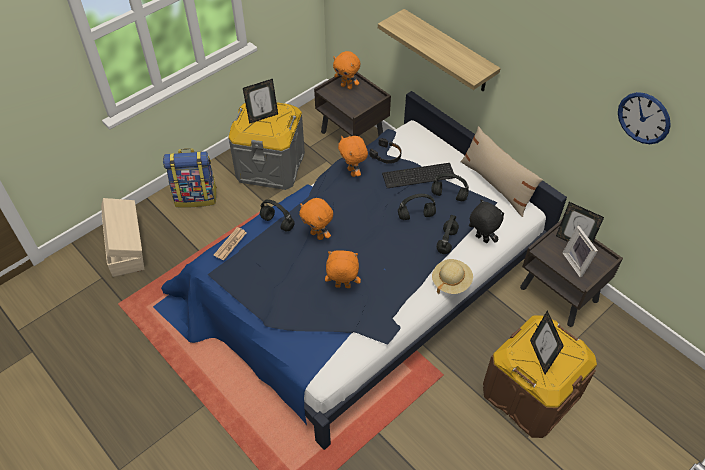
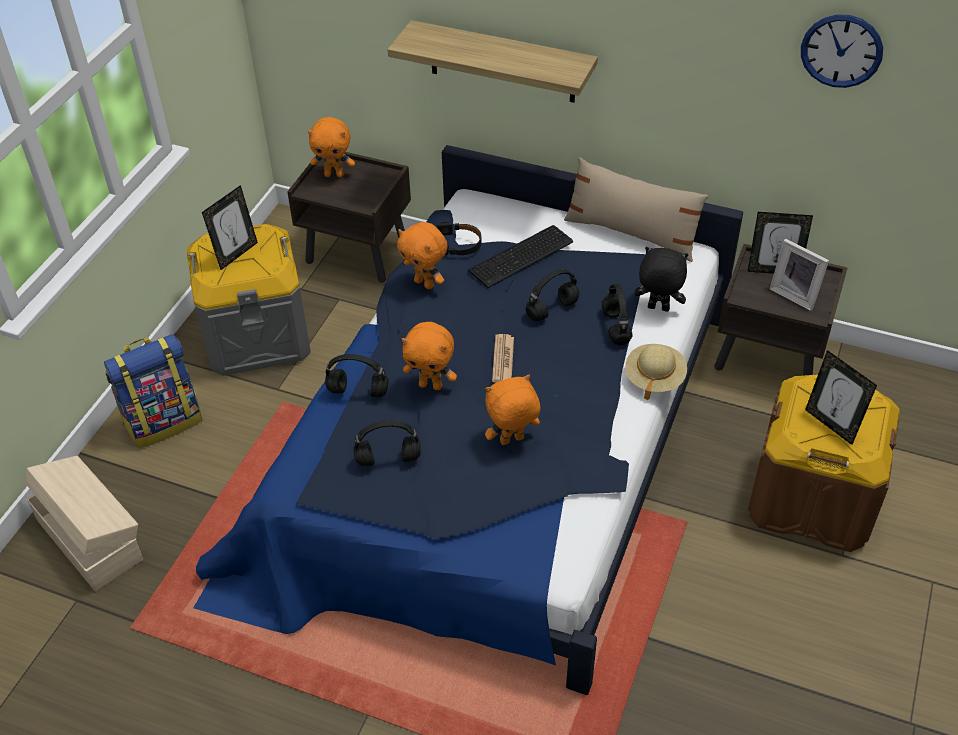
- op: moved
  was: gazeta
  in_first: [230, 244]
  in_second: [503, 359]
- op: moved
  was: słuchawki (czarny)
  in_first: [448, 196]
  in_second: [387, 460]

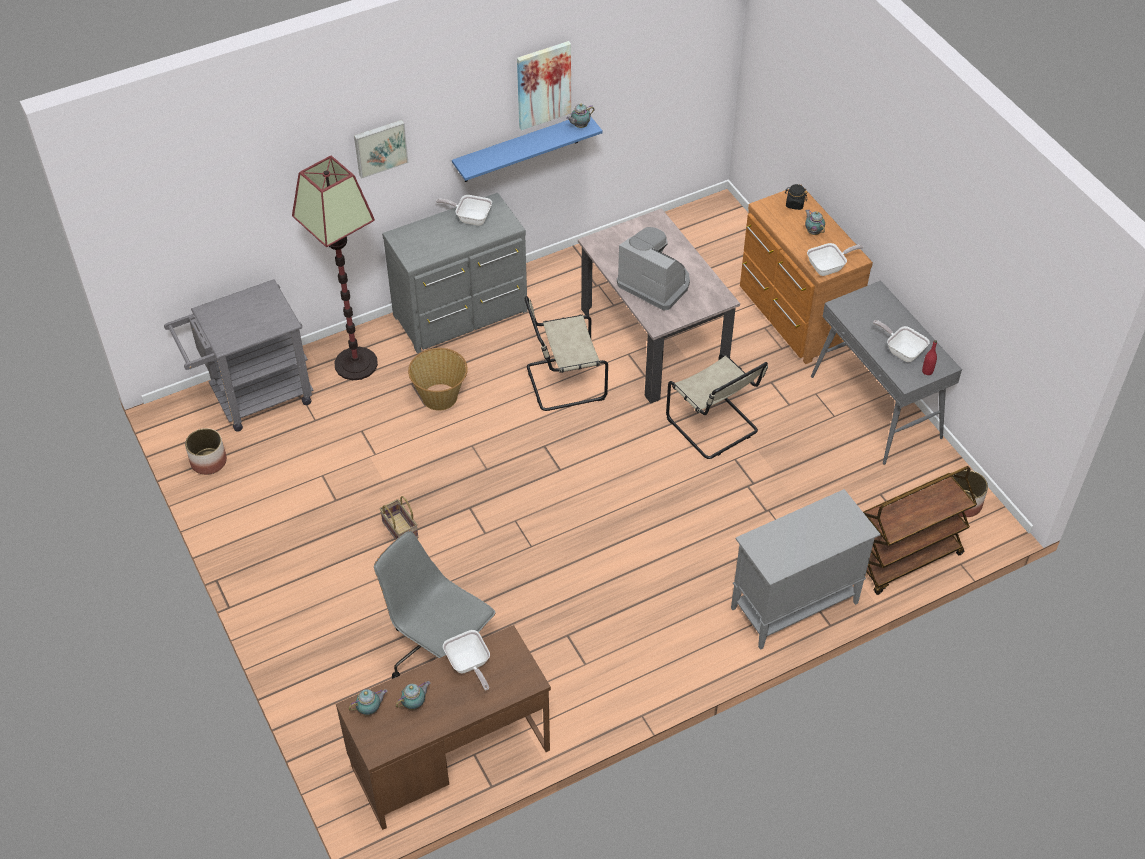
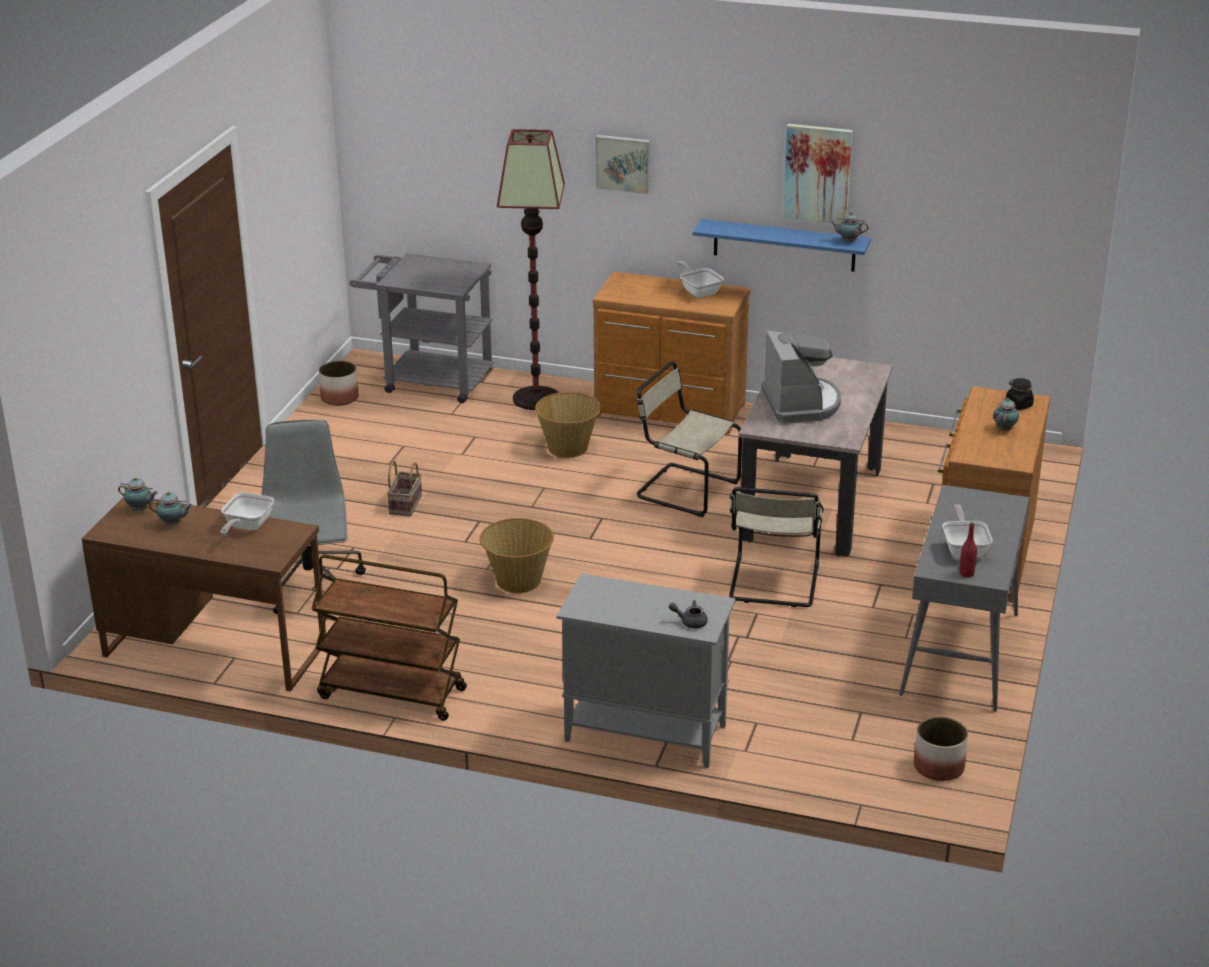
- op: removed
  was: patelnia
  in_first: [829, 267]
- op: added
  now: koszyk
  in_second: [518, 581]
- op: added
  now: imbryk (szary)
  in_second: [690, 622]
- op: moved
  was: wózek (brązowy)
  in_first: [906, 559]
  in_second: [391, 694]
- op: recoloured
  was: komoda (szary)
  now: komoda (brązowy)
  in_first: [462, 315]
  in_second: [670, 411]

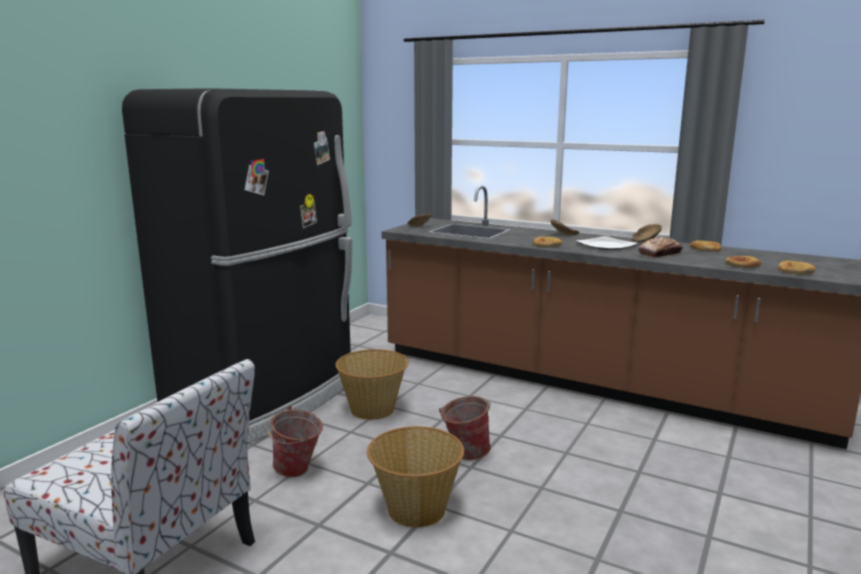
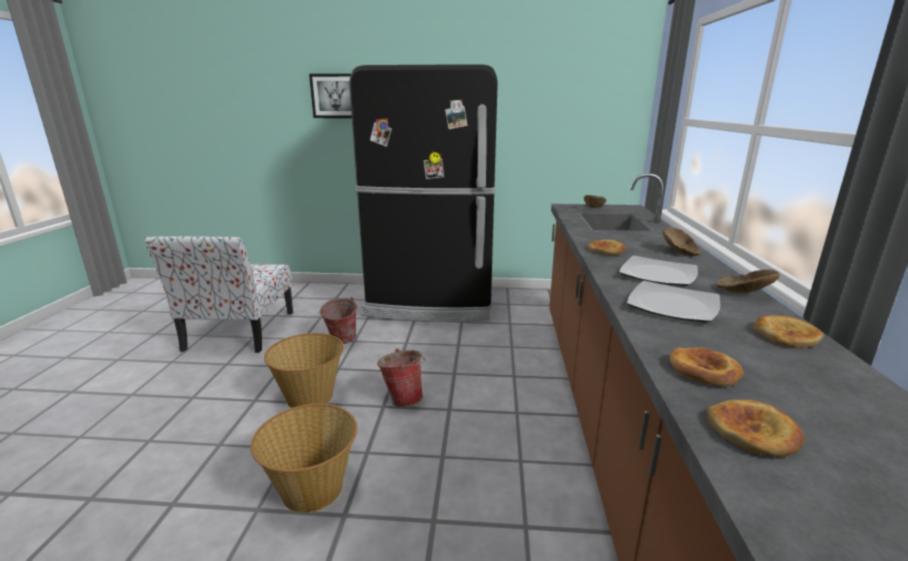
- op: added
  now: obraz
  in_second: [335, 96]
- op: moved
  was: koszyk
  in_first: [373, 409]
  in_second: [313, 490]
- op: replaced
  was: chleb
  now: talerz
  in_first: [660, 253]
  in_second: [671, 305]

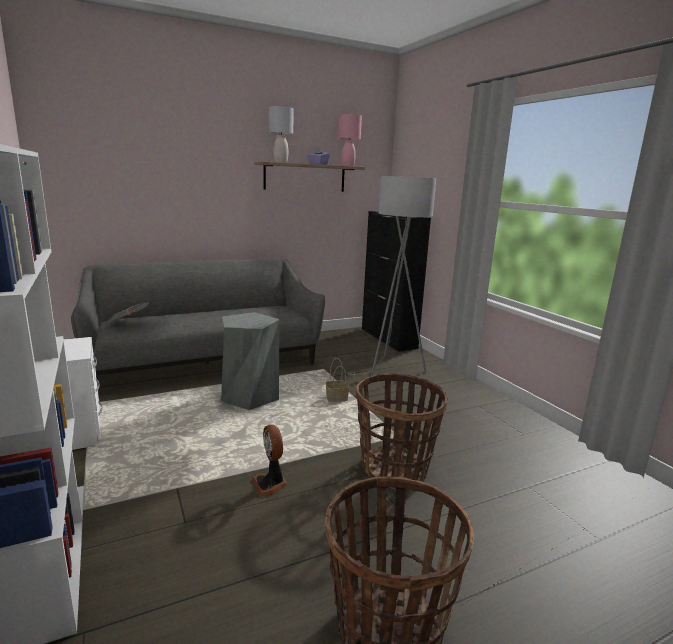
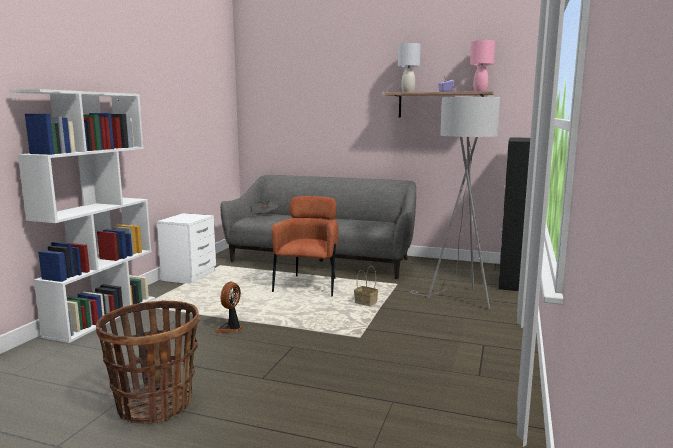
- op: removed
  was: koszyk
  in_first: [394, 469]
- op: replaced
  was: stołek (szary)
  now: fotel (brązowy)
  in_first: [250, 397]
  in_second: [309, 286]

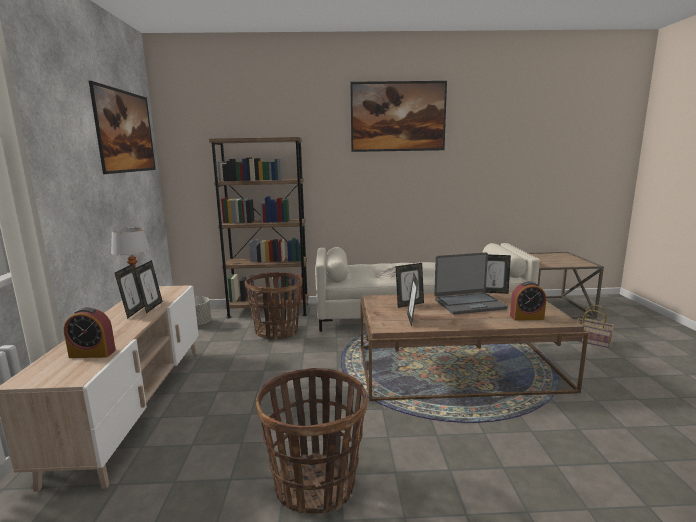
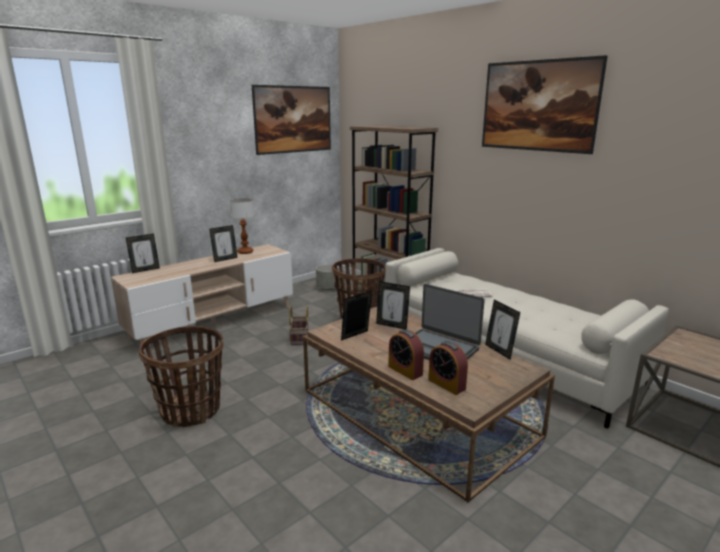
- op: moved
  was: budzik
  in_first: [92, 353]
  in_second: [405, 370]
- op: moved
  was: ramka na zdjęcie
  in_first: [152, 307]
  in_second: [145, 270]
- op: moved
  was: koszyk
  in_first: [593, 341]
  in_second: [300, 338]

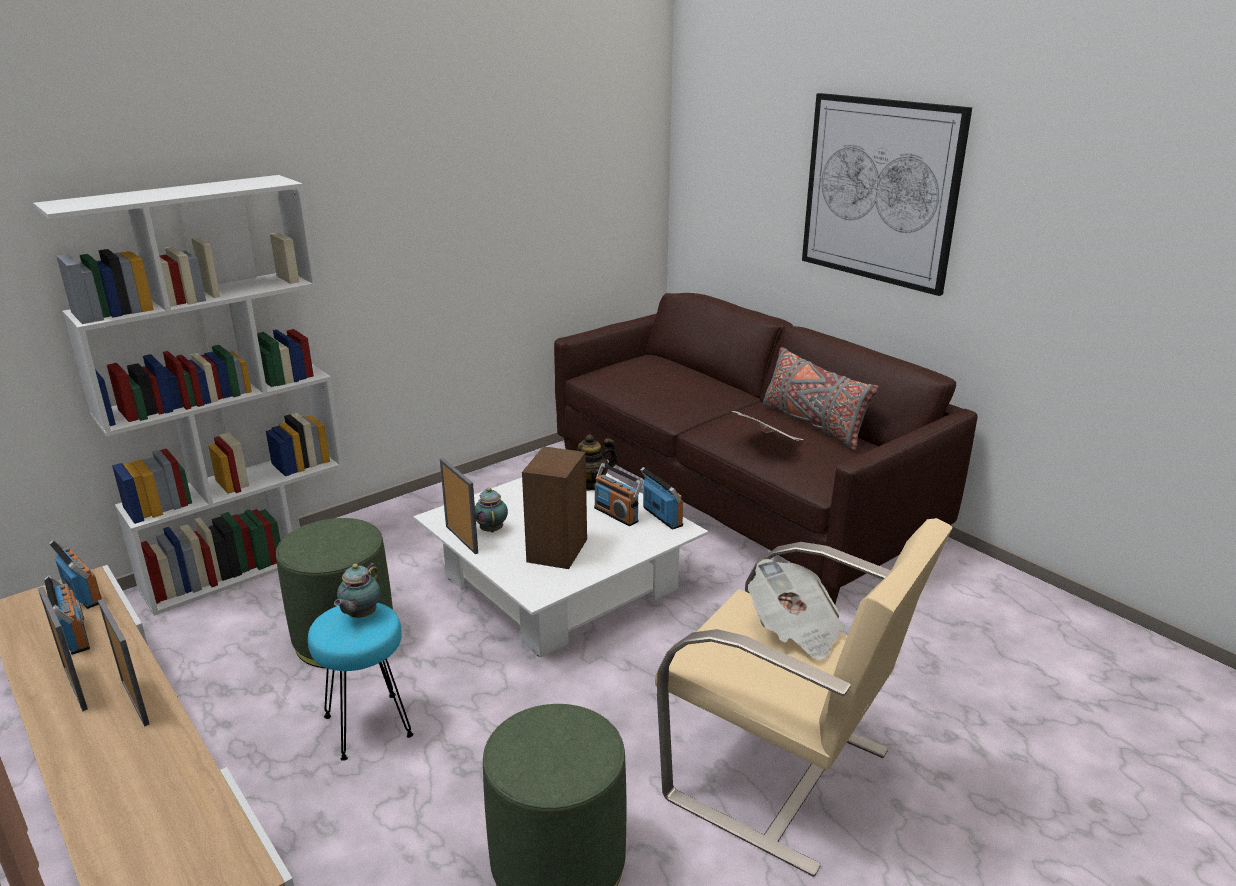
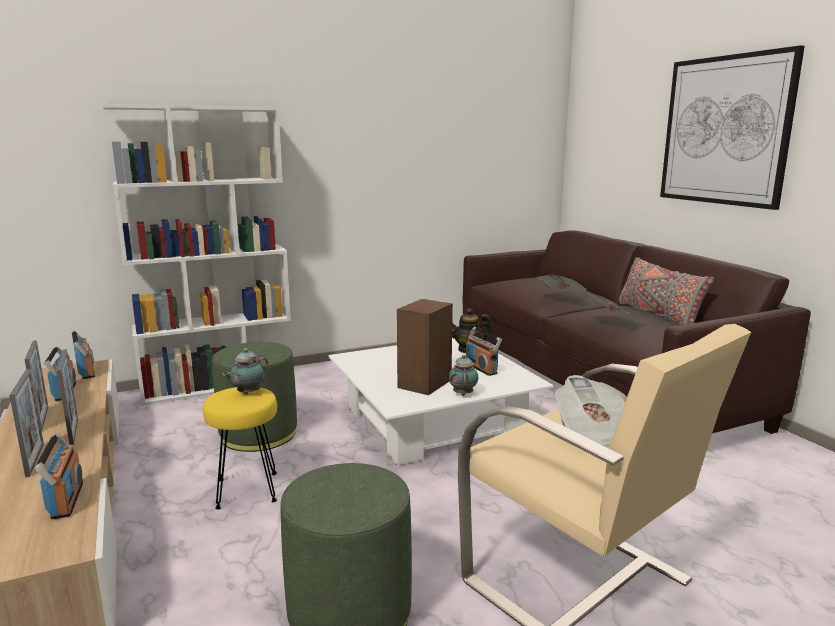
- op: added
  now: gazeta
  in_second: [562, 299]
- op: moved
  was: ramka na zdjęcie
  in_first: [461, 539]
  in_second: [35, 459]
- op: moved
  was: imbryk
  in_first: [491, 529]
  in_second: [463, 393]
- op: moved
  was: radio
  in_first: [662, 517]
  in_second: [66, 500]
- op: recoloured
  was: stołek (turkusowy)
  now: stołek (żółty)
  in_first: [368, 725]
  in_second: [247, 489]

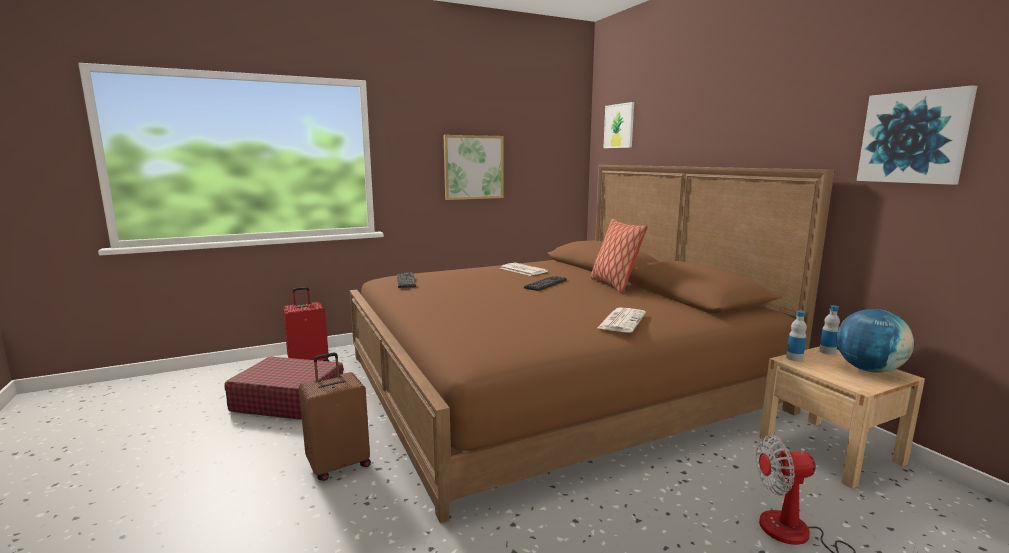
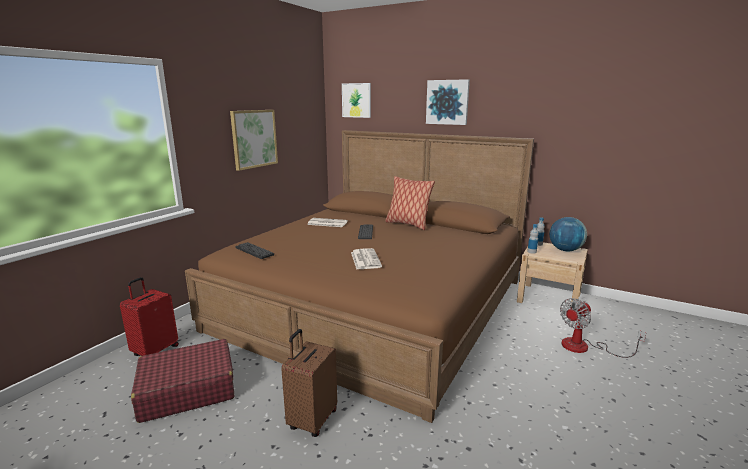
- op: moved
  was: gazeta
  in_first: [621, 320]
  in_second: [365, 259]
- op: moved
  was: obraz
  in_first: [913, 137]
  in_second: [447, 102]

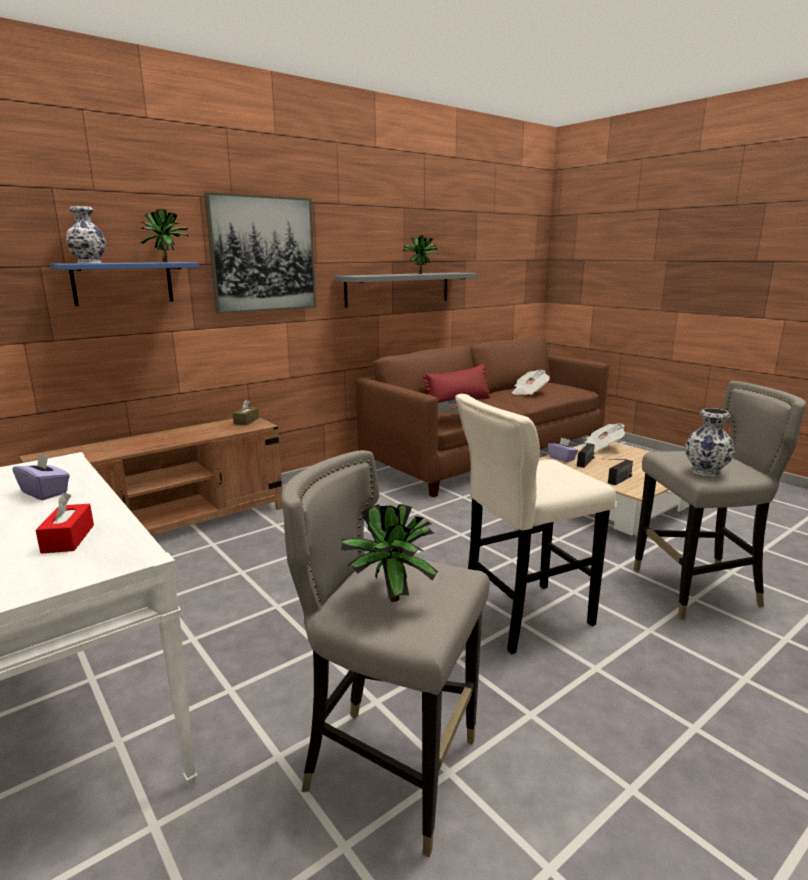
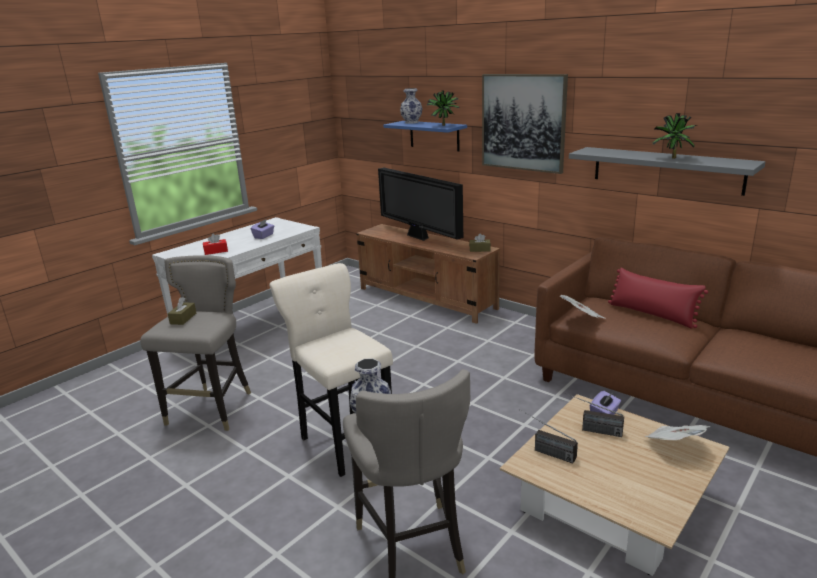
- op: removed
  was: gazeta
  in_first: [529, 392]
- op: added
  now: telewizor
  in_second: [419, 237]
- op: replaced
  was: roślina doniczkowa
  now: pudełko chusteczek (brązowy)
  in_first: [387, 598]
  in_second: [183, 318]

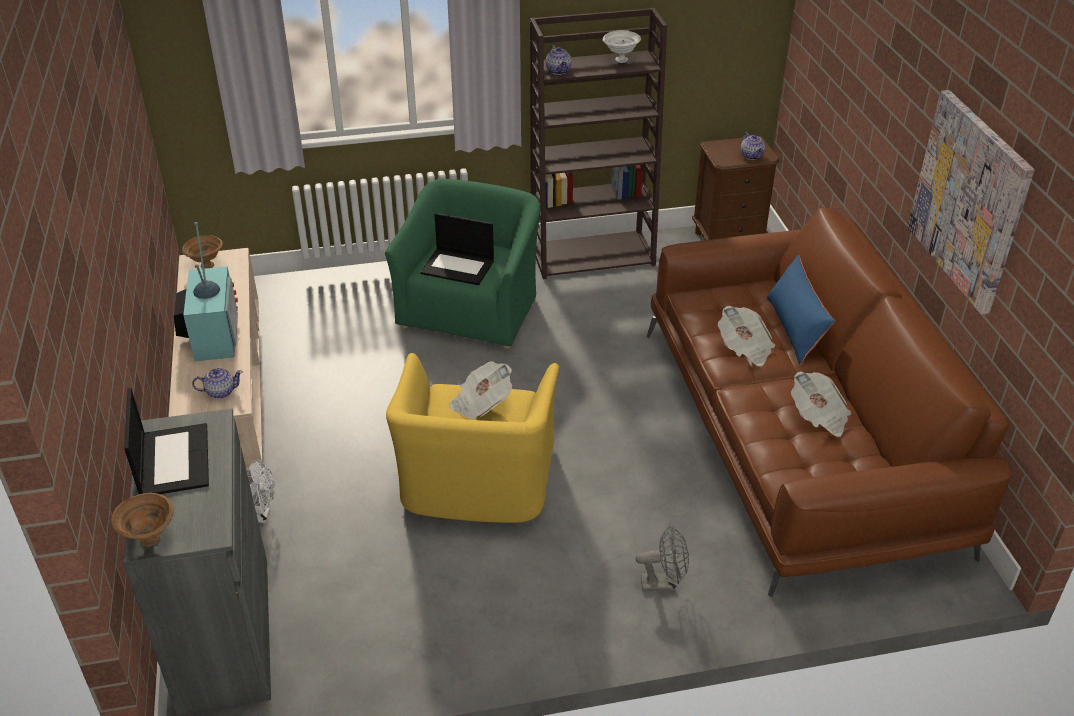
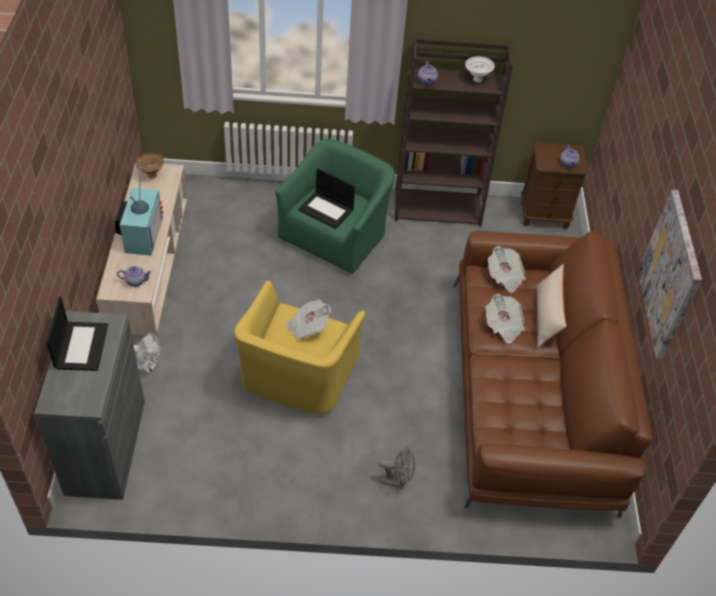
- op: removed
  was: miska (brązowy)
  in_first: [151, 540]
- op: moved
  was: gazeta
  in_first: [818, 416]
  in_second: [504, 277]
- op: recoloured
  was: poduszka (niebieski)
  now: poduszka (beżowy)
  in_first: [795, 328]
  in_second: [546, 317]

